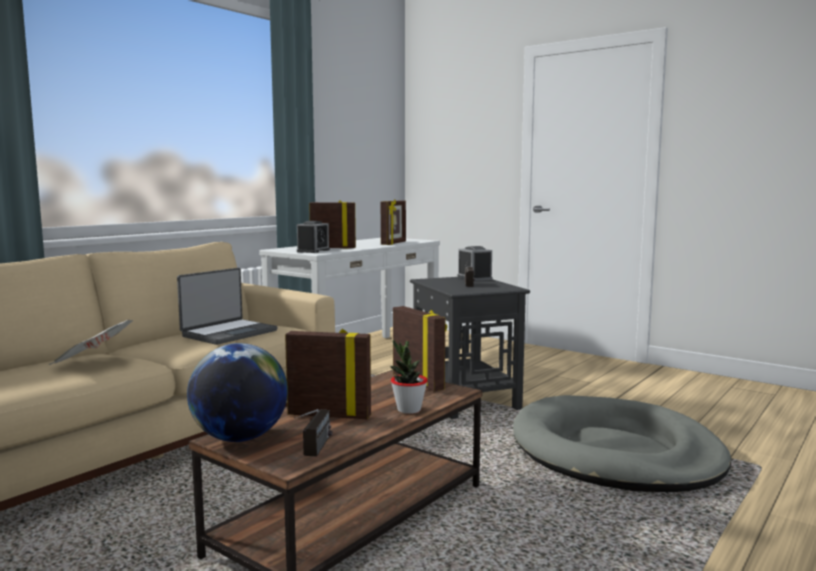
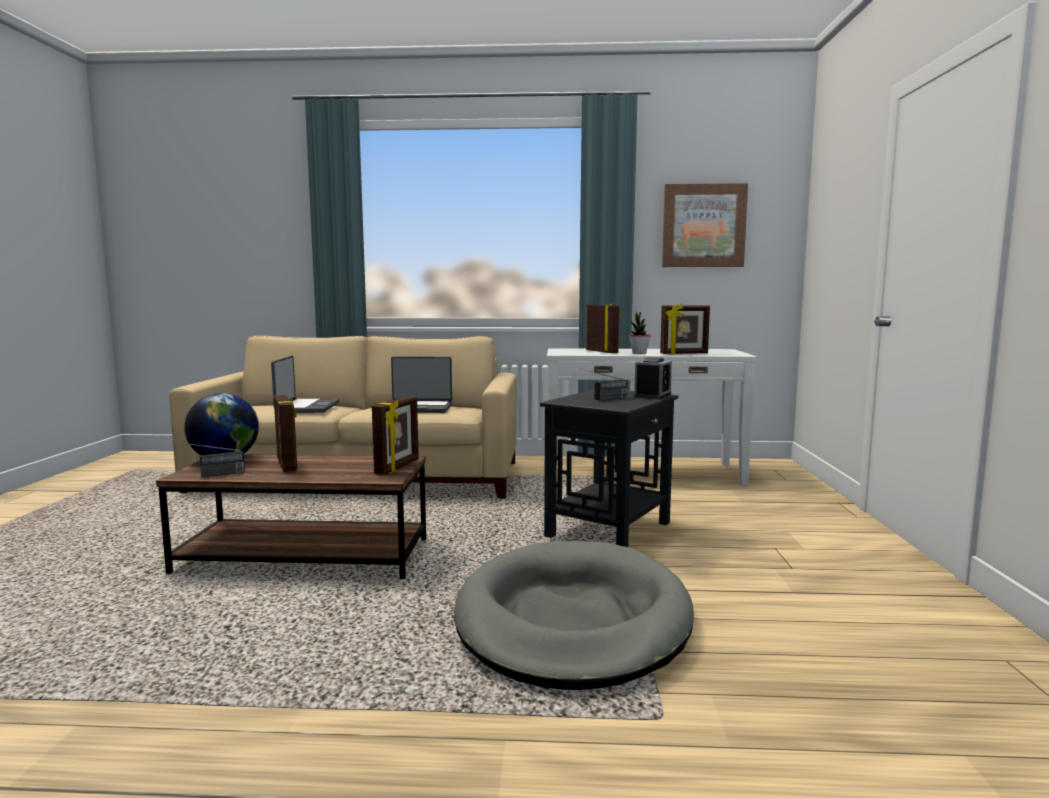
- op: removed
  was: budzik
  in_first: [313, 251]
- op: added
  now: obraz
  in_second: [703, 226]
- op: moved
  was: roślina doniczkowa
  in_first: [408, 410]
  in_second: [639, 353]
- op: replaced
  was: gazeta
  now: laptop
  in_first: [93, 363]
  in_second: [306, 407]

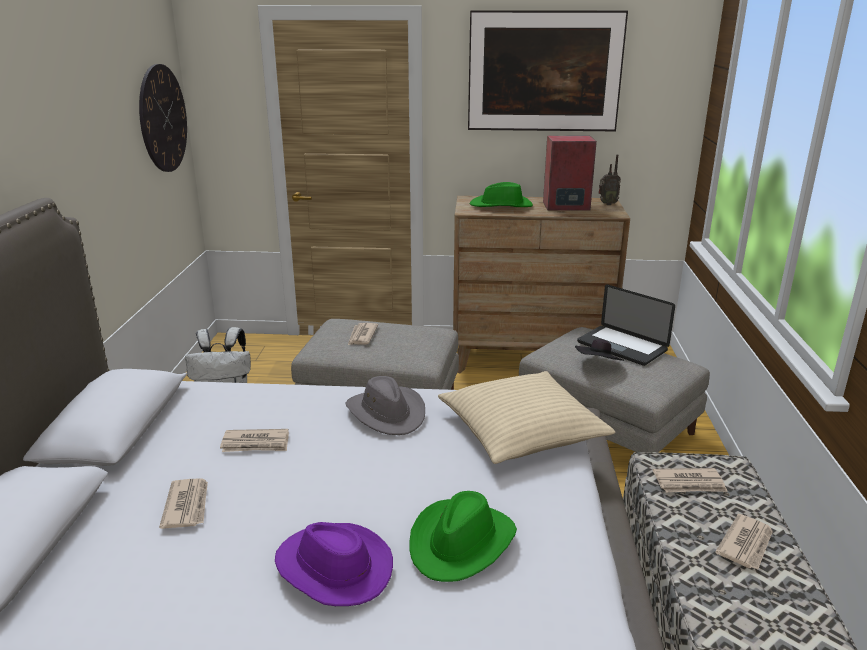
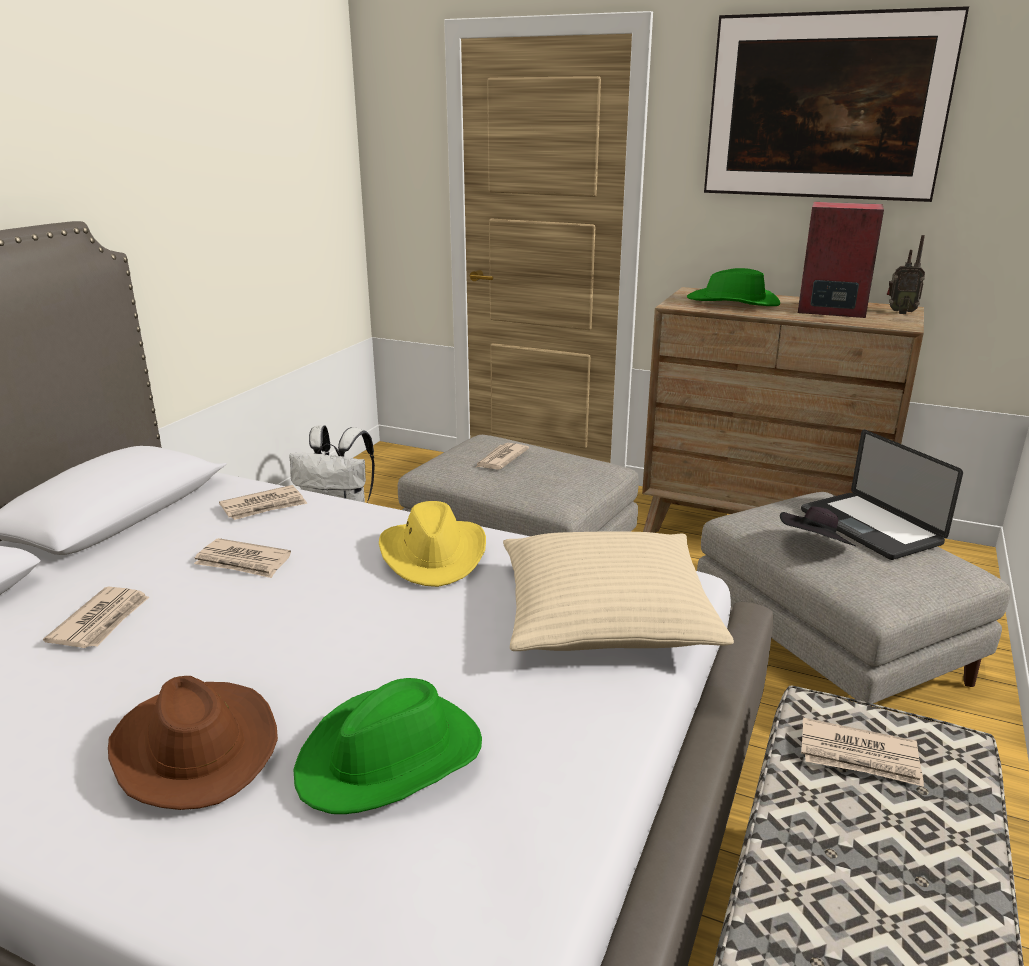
- op: removed
  was: zegar ścienny
  in_first: [163, 118]
- op: moved
  was: gazeta
  in_first: [746, 544]
  in_second: [264, 506]
- op: recoloured
  was: kapelusz (fioletowy)
  now: kapelusz (brązowy)
  in_first: [332, 568]
  in_second: [193, 747]
- op: recoloured
  was: kapelusz (szary)
  now: kapelusz (żółty)
  in_first: [387, 413]
  in_second: [434, 555]

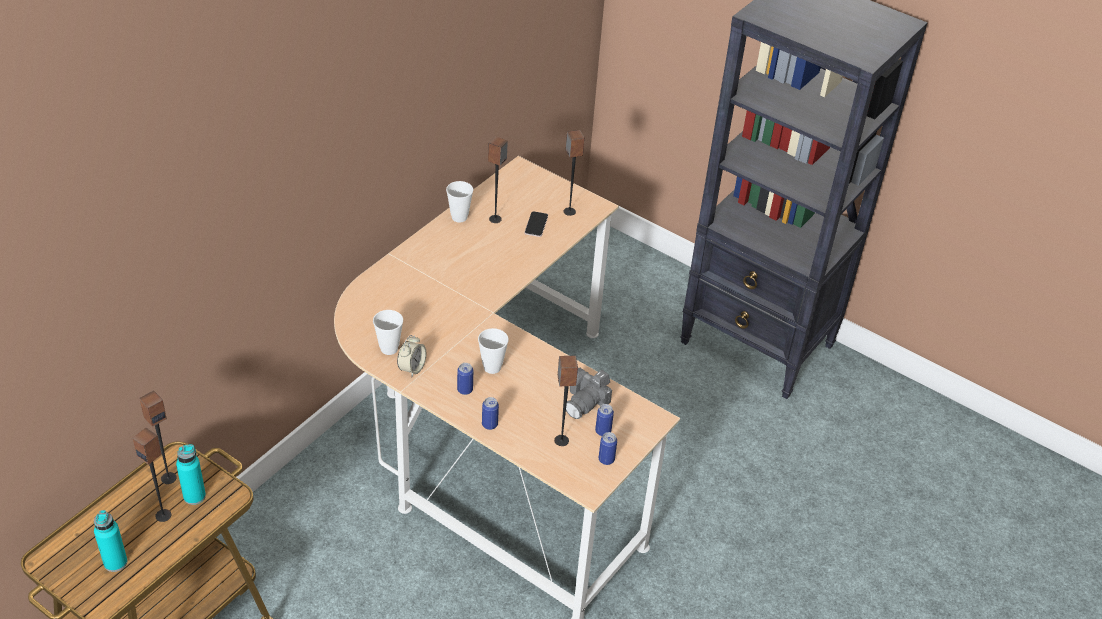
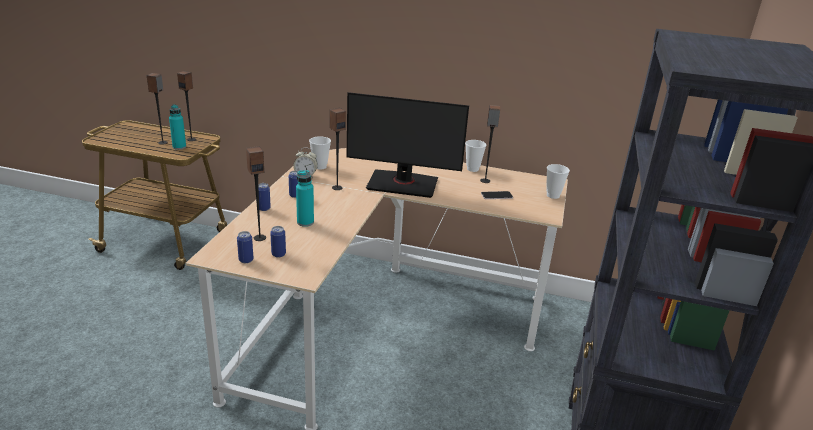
- op: removed
  was: aparat fotograficzny
  in_first: [586, 401]
- op: added
  now: monitor
  in_second: [403, 184]
- op: moved
  was: butelka (turkusowy)
  in_first: [115, 562]
  in_second: [305, 222]
- op: moved
  was: filiżanka
  in_first: [492, 367]
  in_second: [553, 195]
- op: moved
  was: głośnik
  in_first: [569, 211]
  in_second: [337, 187]

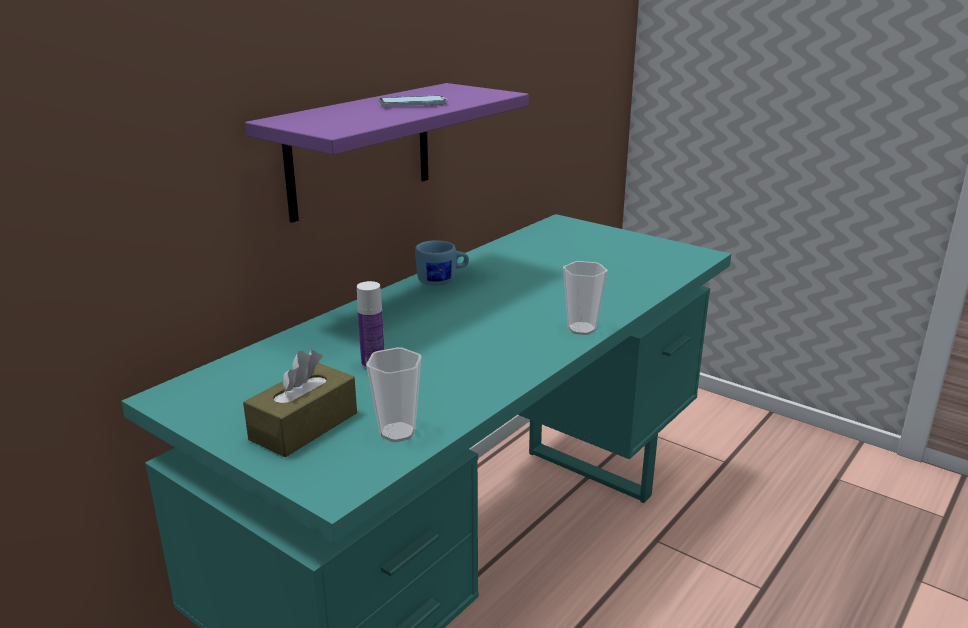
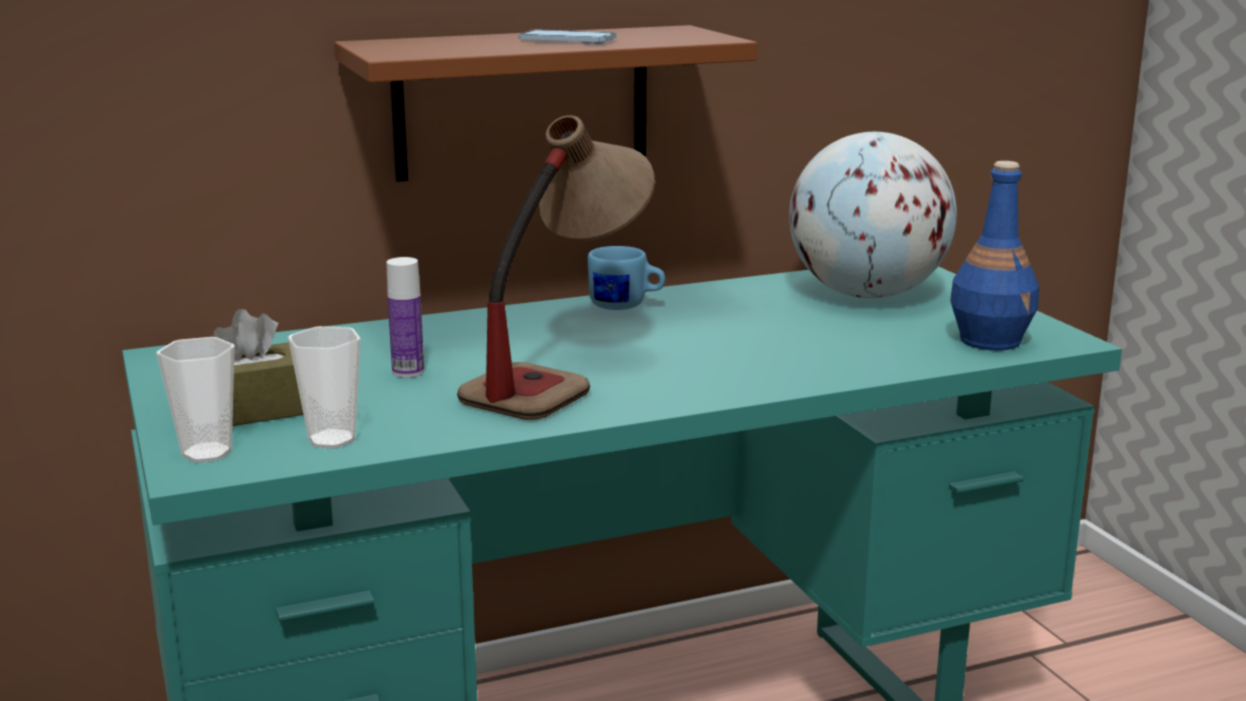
- op: added
  now: lampa stołowa
  in_second: [559, 377]
- op: added
  now: globus
  in_second: [867, 295]
- op: added
  now: butelka (niebieski)
  in_second: [990, 340]
- op: moved
  was: filiżanka
  in_first: [581, 329]
  in_second: [207, 453]
- op: recoloured
  was: półka (fioletowy)
  now: półka (brązowy)
  in_first: [360, 150]
  in_second: [522, 102]

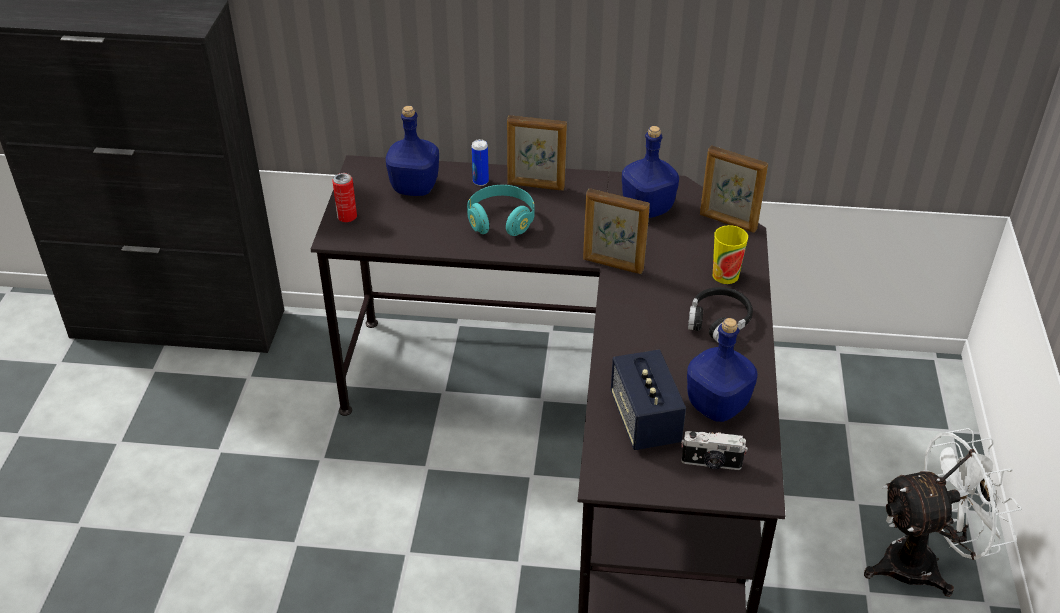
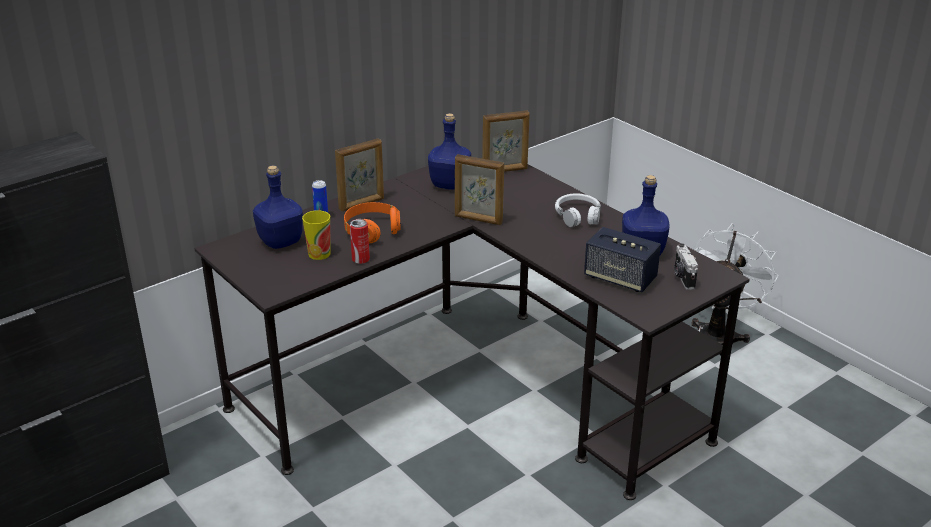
- op: moved
  was: puszka
  in_first: [347, 217]
  in_second: [360, 260]
- op: moved
  was: filiżanka
  in_first: [725, 275]
  in_second: [319, 254]
- op: recoloured
  was: słuchawki (turkusowy)
  now: słuchawki (pomarańczowy)
  in_first: [501, 221]
  in_second: [372, 231]
- op: recoloured
  was: słuchawki (czarny)
  now: słuchawki (biały)
  in_first: [718, 321]
  in_second: [578, 216]
- op: turned
  was: ramka na zdjęcie
  in_first: [613, 265]
  in_second: [478, 220]
  clockwise: 45
- op: turned
  was: aparat fotograficzny
  in_first: [711, 463]
  in_second: [683, 277]
  clockwise: 120

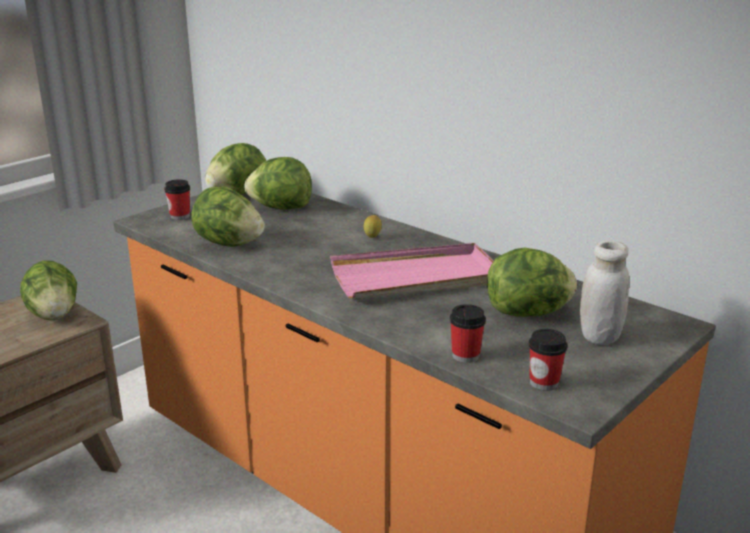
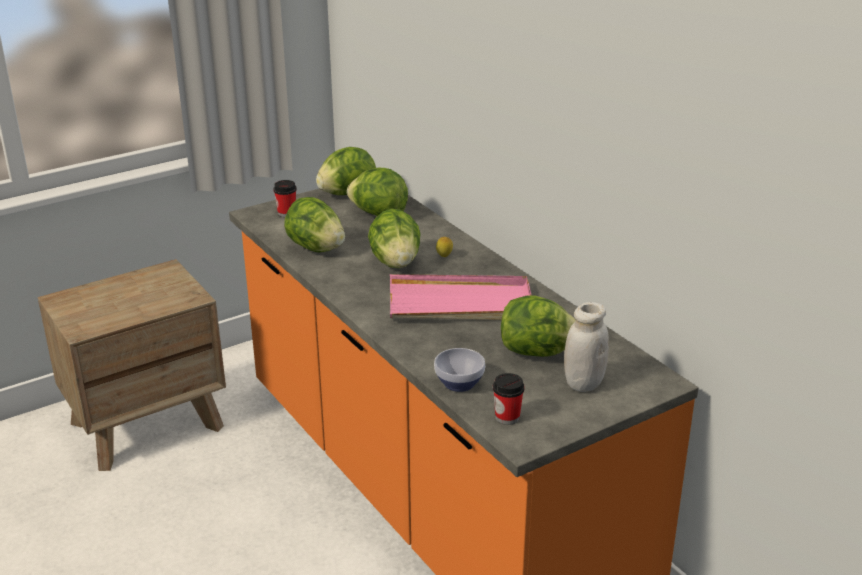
- op: moved
  was: sałata
  in_first: [54, 315]
  in_second: [396, 262]
- op: replaced
  was: filiżanka
  now: miska
  in_first: [465, 355]
  in_second: [458, 384]

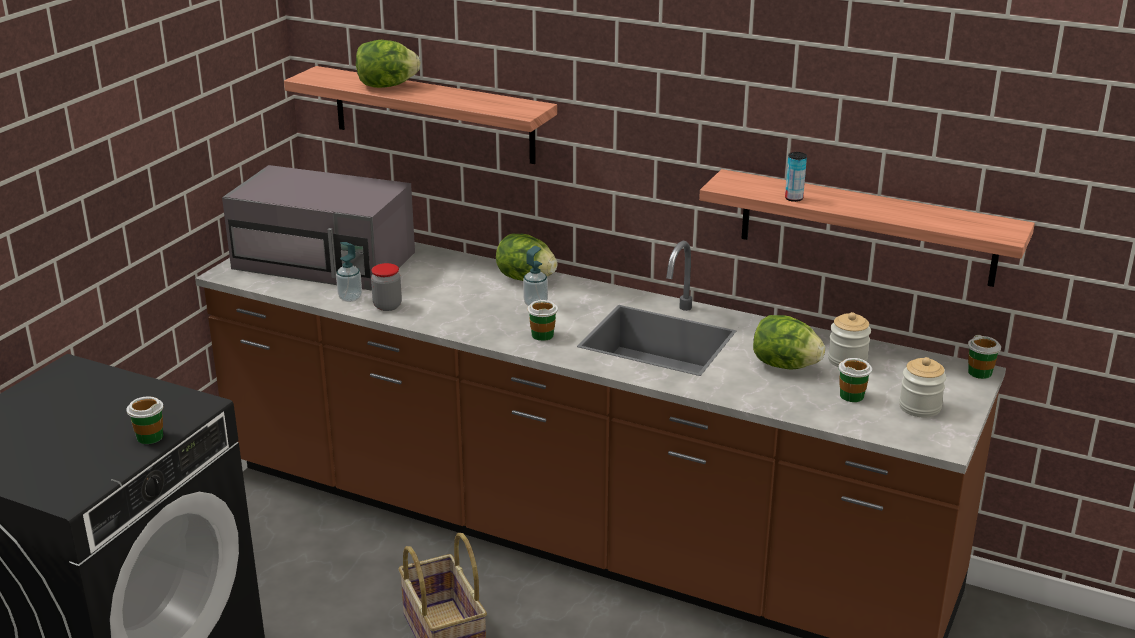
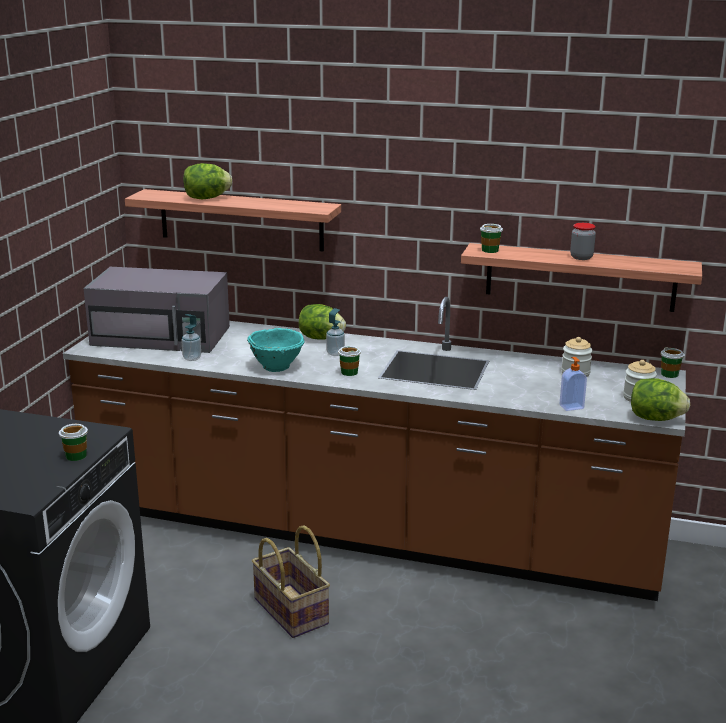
- op: removed
  was: puszka
  in_first: [793, 198]
- op: added
  now: miska (turkusowy)
  in_second: [277, 366]
- op: added
  now: dozownik mydła
  in_second: [571, 406]
- op: moved
  was: słoik
  in_first: [387, 306]
  in_second: [581, 257]
- op: moved
  was: sałata
  in_first: [784, 365]
  in_second: [655, 418]
- op: moved
  was: filiżanka
  in_first: [852, 396]
  in_second: [490, 250]

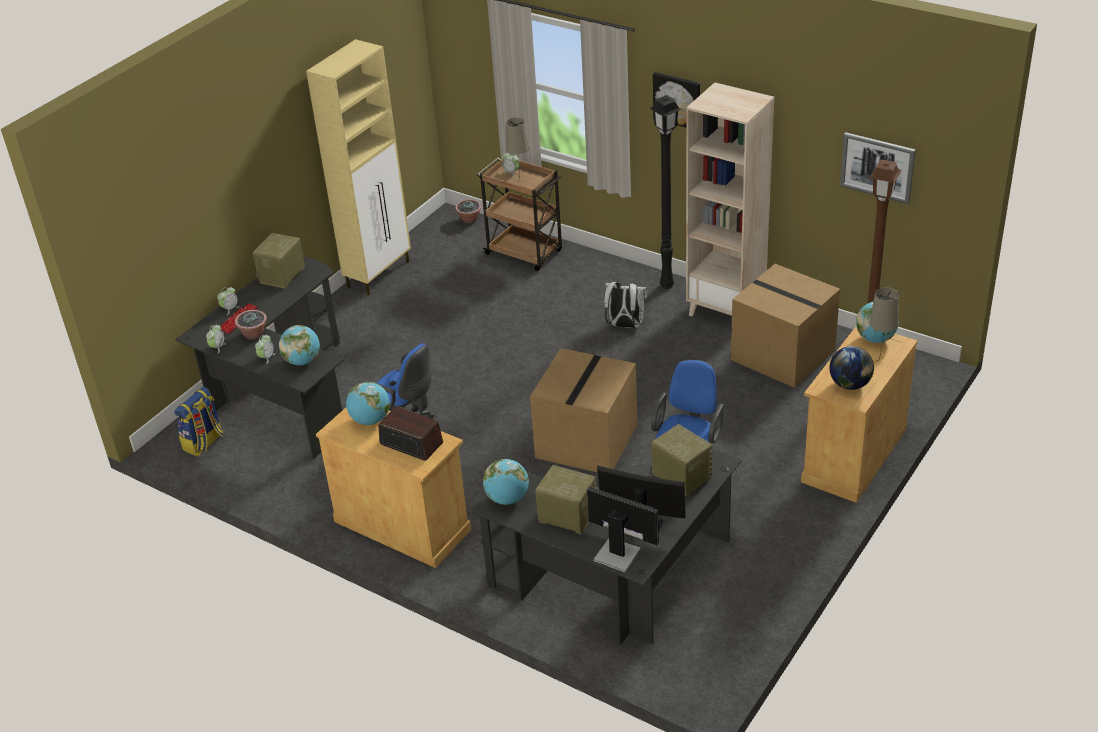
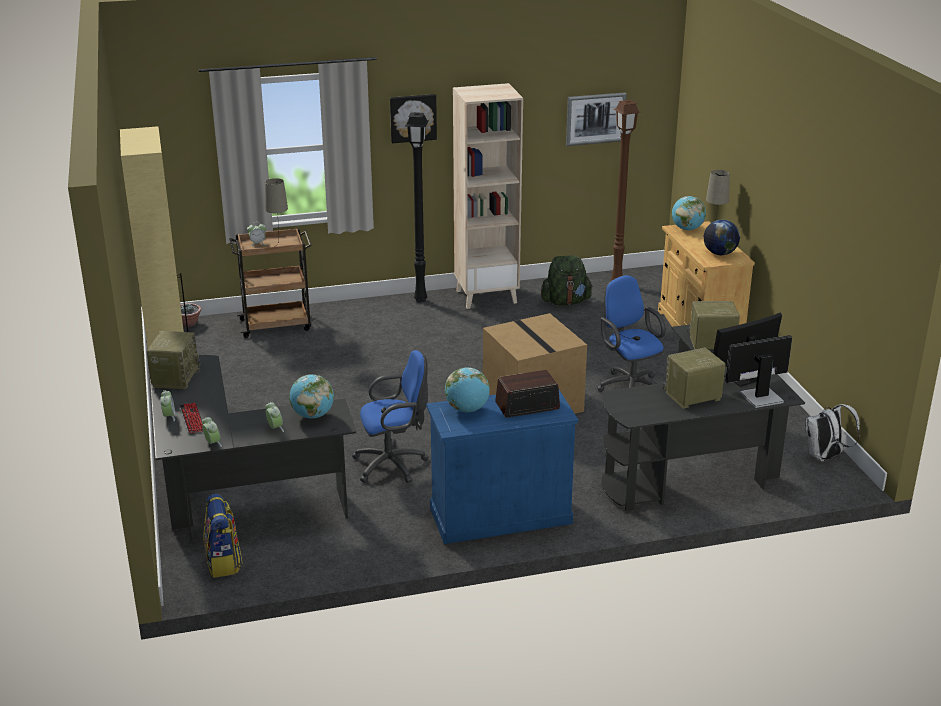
- op: removed
  was: roślina doniczkowa
  in_first: [254, 334]
- op: removed
  was: globus
  in_first: [507, 499]
- op: moved
  was: plecak (biały)
  in_first: [625, 325]
  in_second: [825, 457]
- op: replaced
  was: karton
  now: plecak (zielony)
  in_first: [784, 354]
  in_second: [565, 302]
- op: recoloured
  was: szafka (beżowy)
  now: szafka (niebieski)
  in_first: [402, 525]
  in_second: [500, 515]
- op: turned
  was: radio
  in_first: [282, 276]
  in_second: [175, 377]
  clockwise: -150

